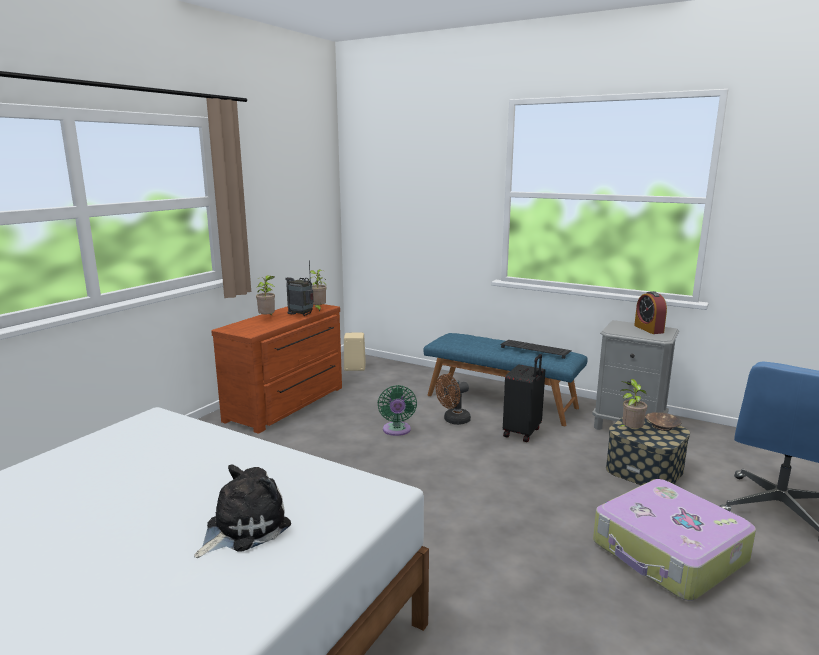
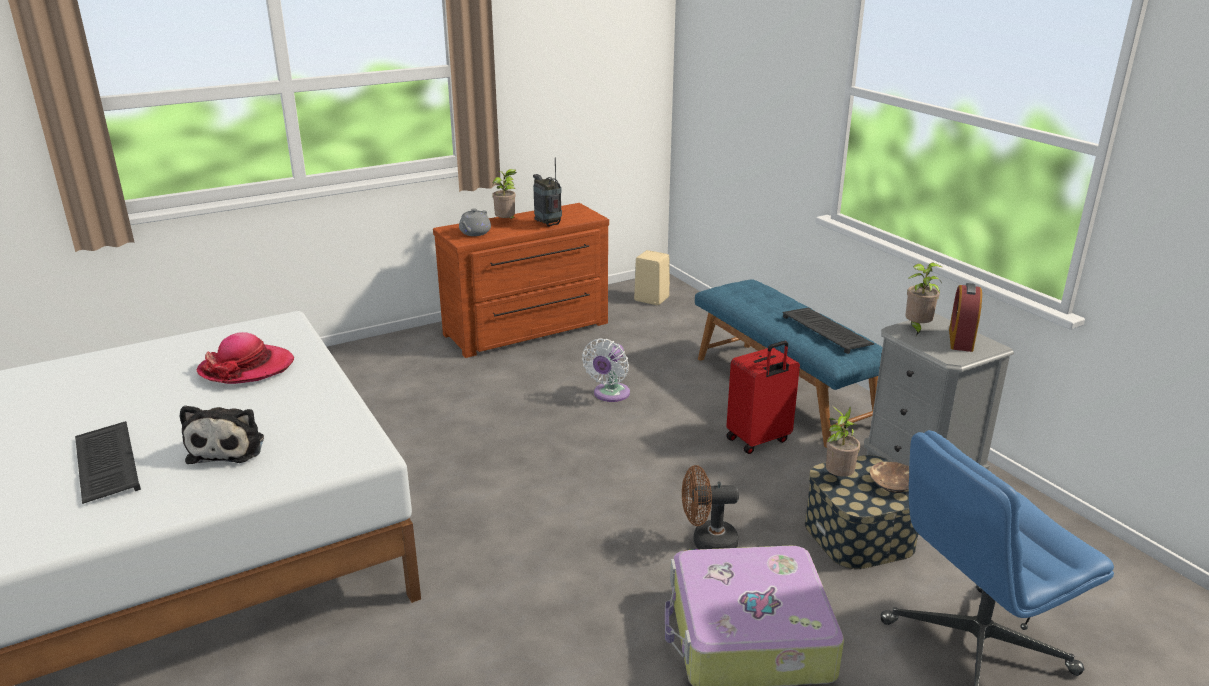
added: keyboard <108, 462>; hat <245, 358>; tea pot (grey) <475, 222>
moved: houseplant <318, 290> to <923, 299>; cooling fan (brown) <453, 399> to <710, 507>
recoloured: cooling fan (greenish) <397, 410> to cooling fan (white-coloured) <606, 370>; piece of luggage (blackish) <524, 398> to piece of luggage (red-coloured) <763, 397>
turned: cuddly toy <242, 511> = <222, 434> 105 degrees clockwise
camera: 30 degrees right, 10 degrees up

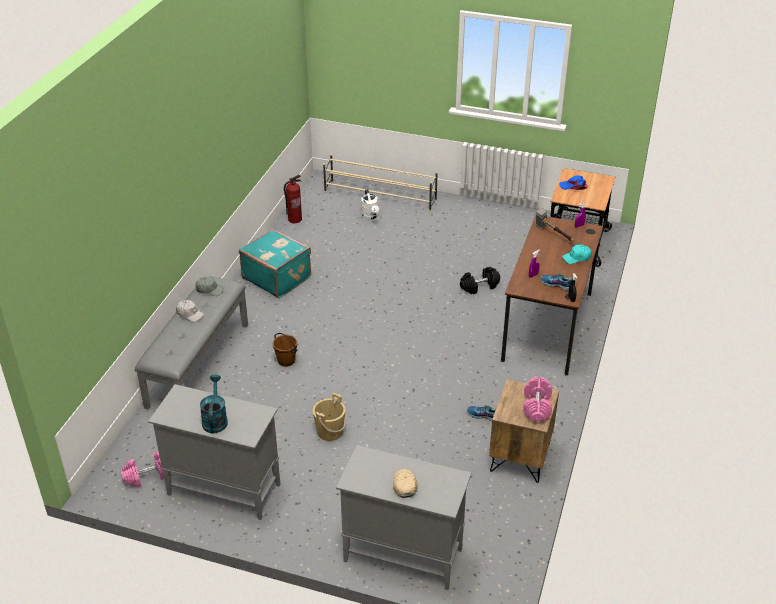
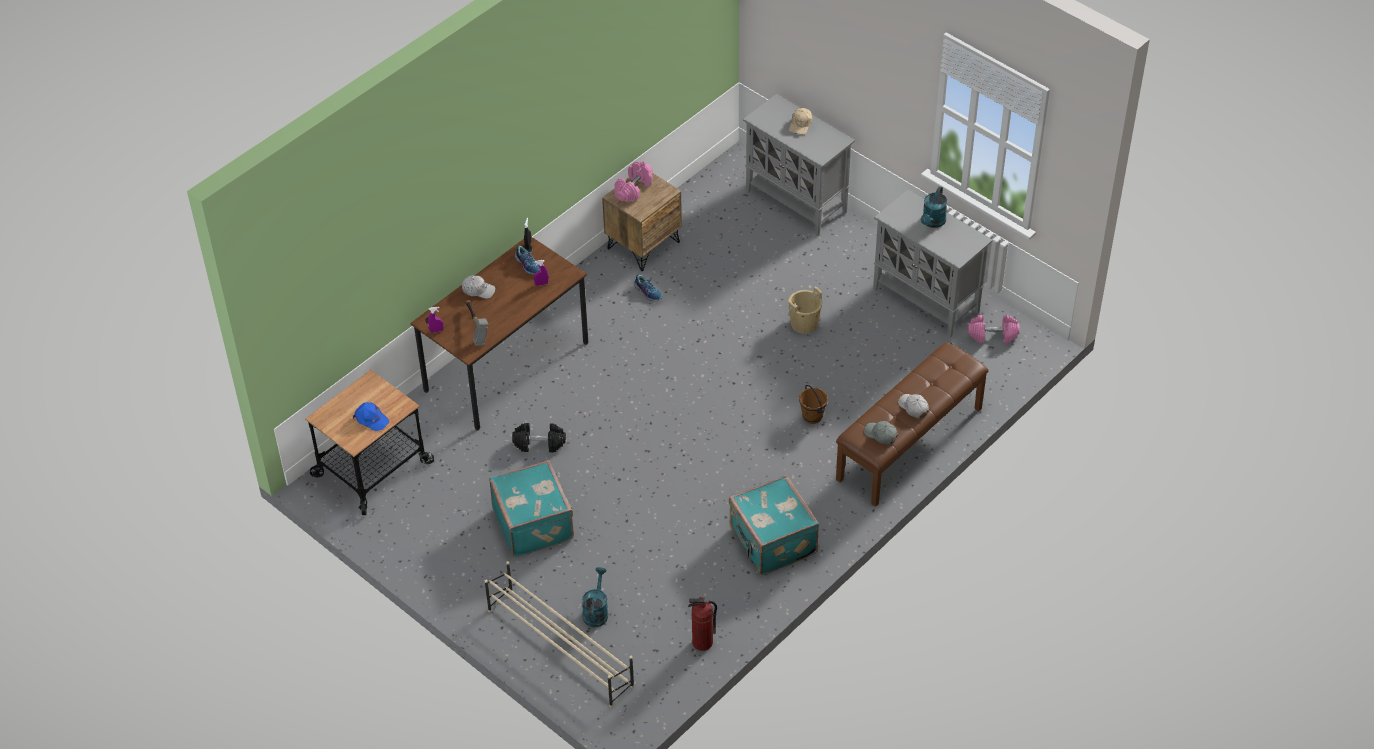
added: piece of luggage (blue-green) <531, 508>
recoloured: bench (grey) <191, 342> to bench (brown) <912, 425>; sprinkling can (white-coloured) <370, 204> to sprinkling can (blue-green) <595, 597>; cap (blue-green) <577, 254> to cap (white-coloured) <478, 287>
camera: 155 degrees left, 10 degrees up

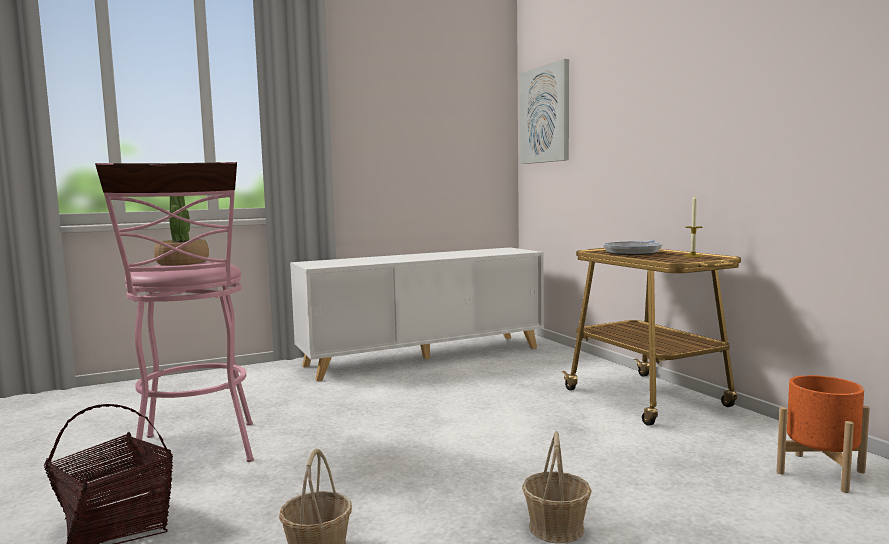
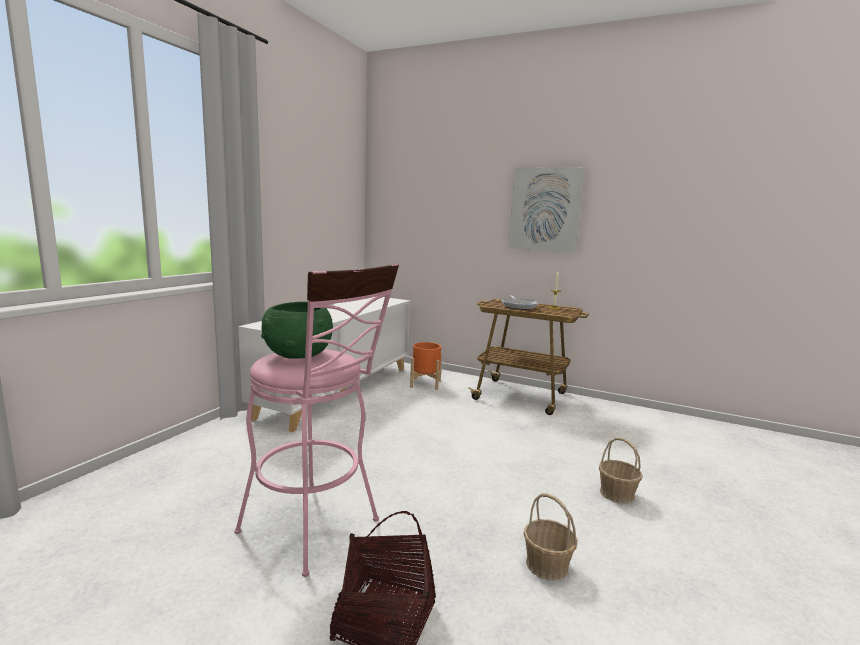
moved: wall picture <544, 111> to <547, 209>; plant pot (orangey) <823, 434> to <426, 366>
replaced: houseplant <181, 231> to deep dish (greenish) <297, 330>
camera: 40 degrees left, 5 degrees up

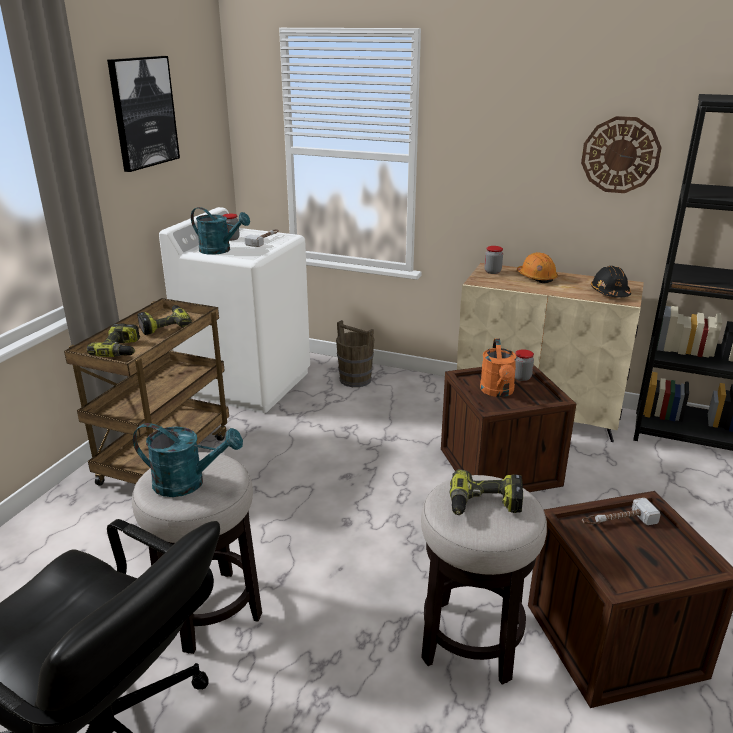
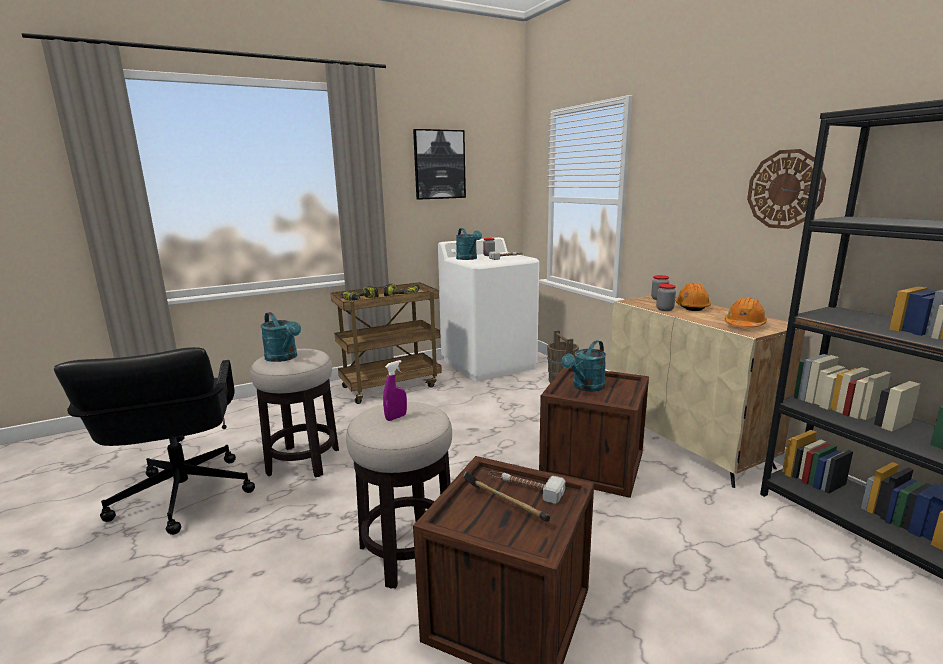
added: hand hammer <506, 496>
moved: preserve jar <524, 365> to <666, 297>
replaced: drill <486, 492> to spray bottle (purple-coloured) <395, 390>
recoloured: sprinkling can (orangey) <498, 367> to sprinkling can (blue-green) <583, 366>; work helmet (blackish) <611, 281> to work helmet (orangey) <746, 312>
camera: 40 degrees right, 10 degrees down

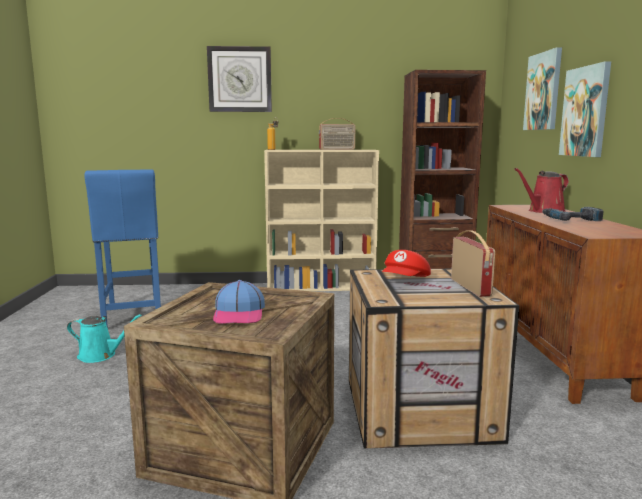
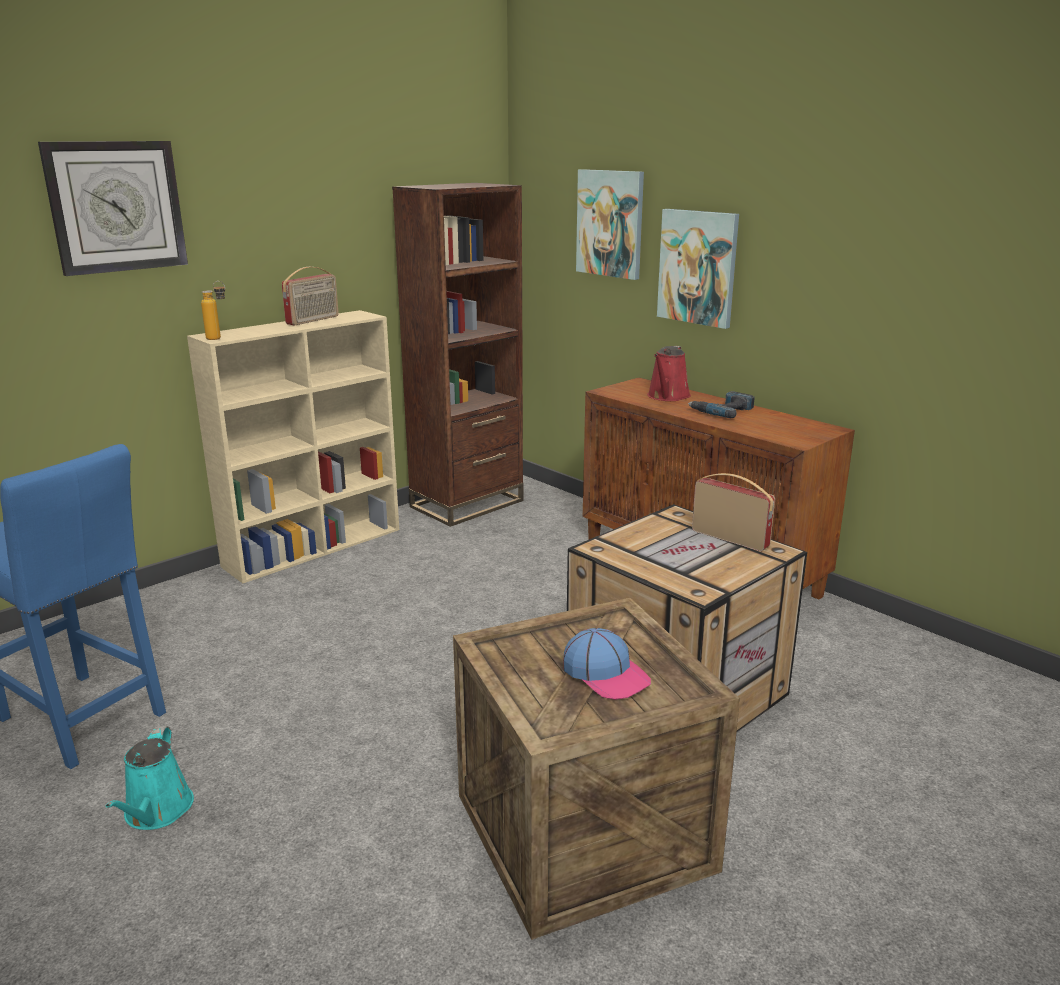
removed: cap (red-coloured) <406, 263>
turned: sprinkling can (blue-green) <104, 338> = <150, 778> 120 degrees clockwise
camera: 40 degrees left, 10 degrees up

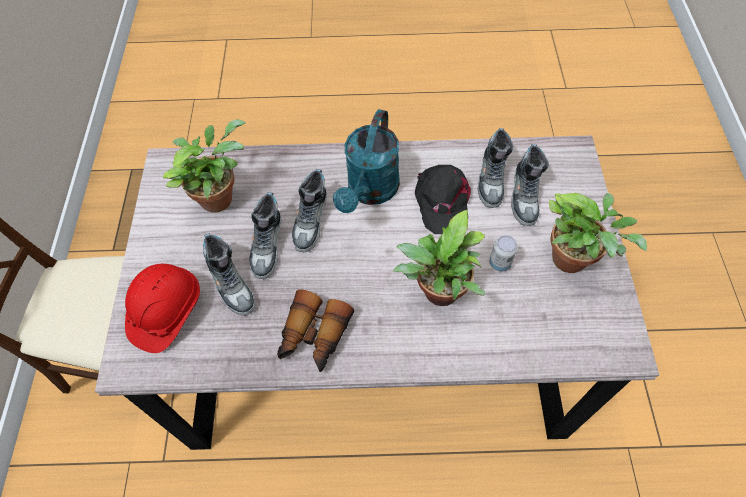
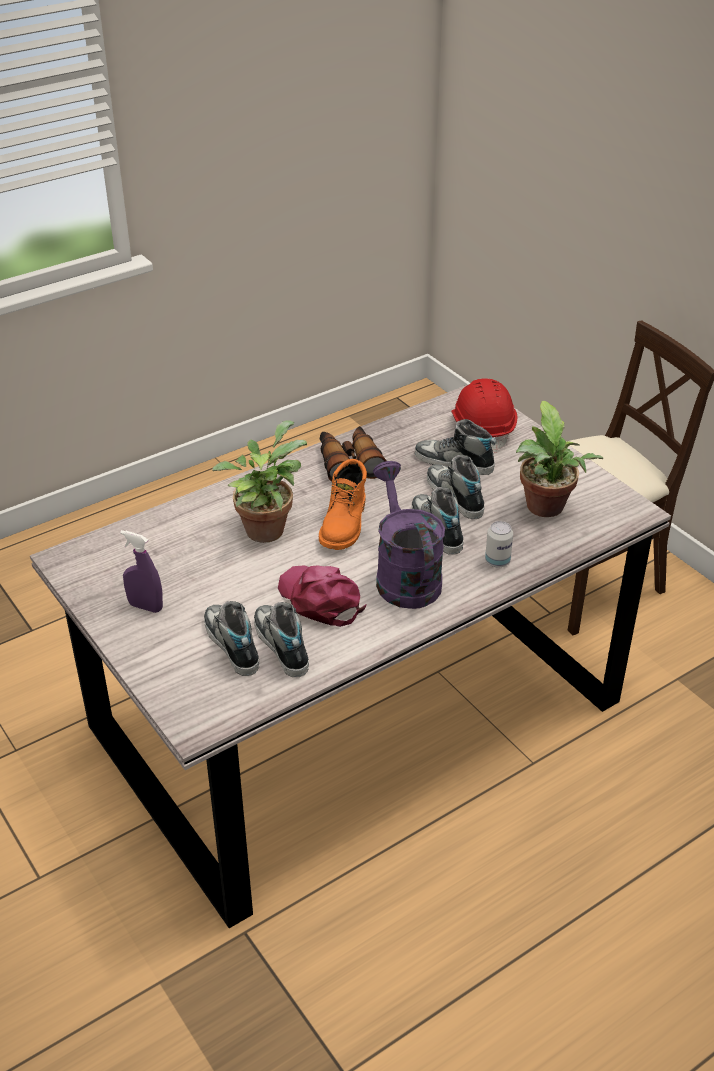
added: boot (orangey) <343, 504>
moved: sealed can <503, 253> to <499, 544>
replaced: houseplant <598, 233> to spray bottle (purple-coloured) <141, 571>
recoloured: sprinkling can (blue-green) <366, 161> to sprinkling can (purple-coloured) <409, 535>; cap (blackish) <443, 199> to cap (pink) <322, 596>
camera: 145 degrees right, 20 degrees down

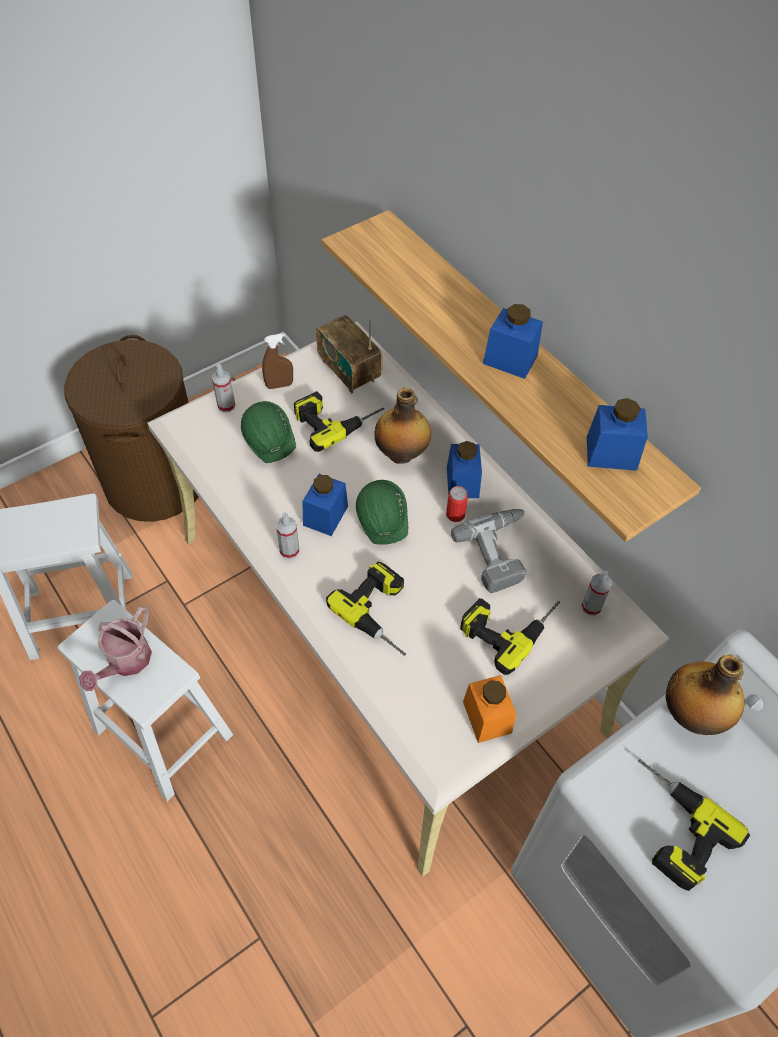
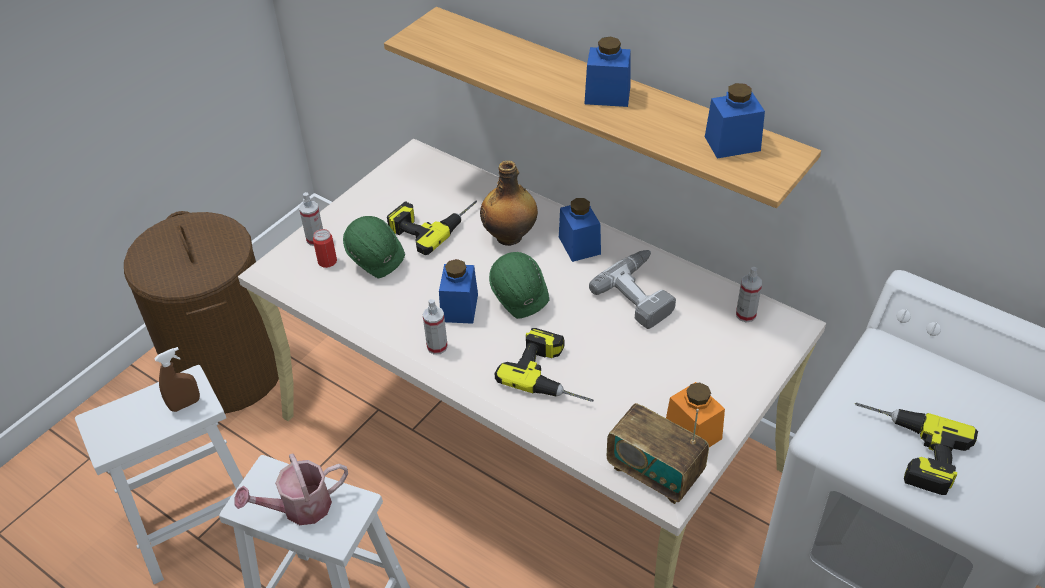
removed: drill <510, 636>; beverage bottle <705, 694>
moved: spray bottle (brown) <277, 361> to <177, 379>; radio set <349, 354> to <658, 453>; sealed can <457, 504> to <325, 248>
turned: sprinkling can <115, 648> = <291, 489> 60 degrees clockwise
camera: 15 degrees left, 10 degrees down

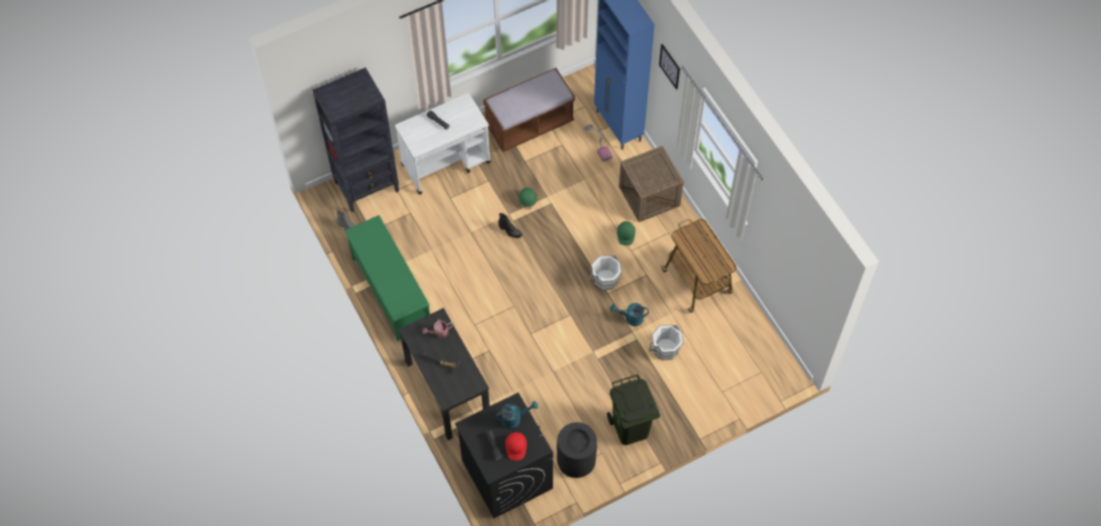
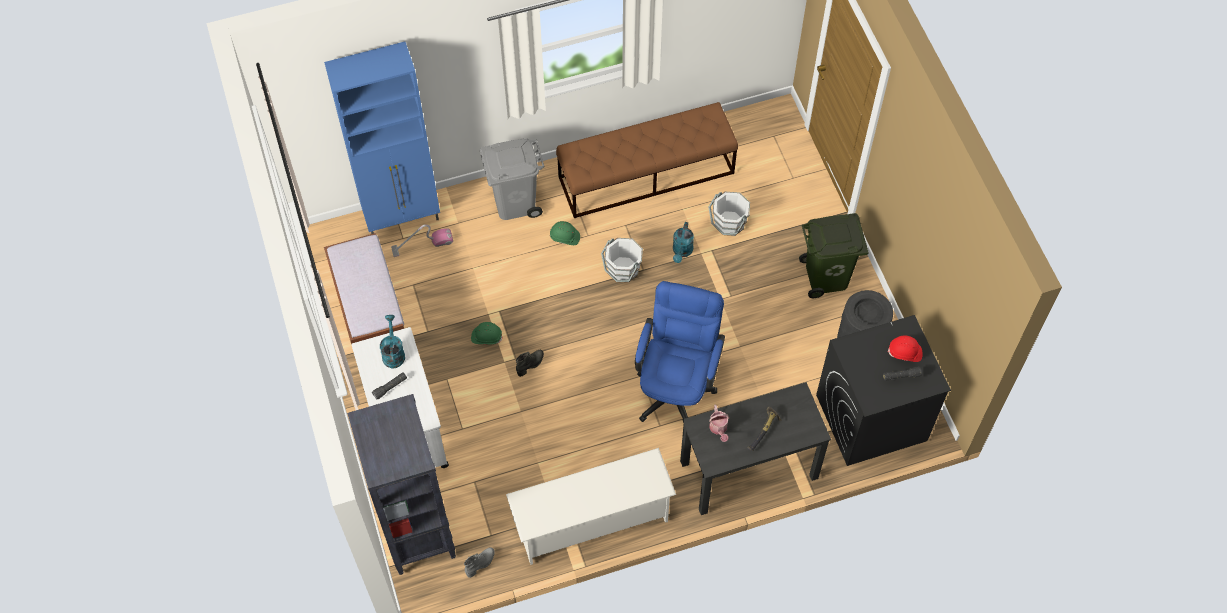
removed: wall picture <669, 67>
added: desk chair (blue-coloured) <680, 351>
moved: sprinkling can (blue-green) <517, 415> to <392, 341>
replaced: crate <651, 184> to rubbish bin (grey) <512, 179>; wheeled cart <699, 266> to bench (brown) <647, 160>
recoloured: shoe rack (greenish) <387, 278> to shoe rack (white-coloured) <591, 506>
camera: 80 degrees left, 0 degrees up

